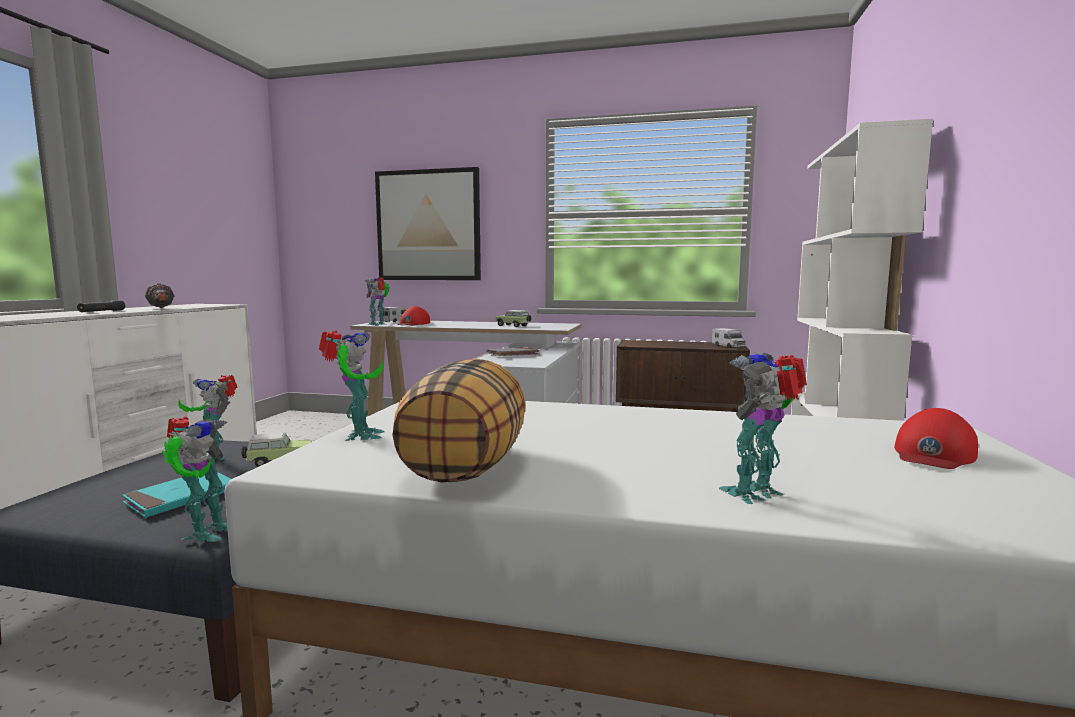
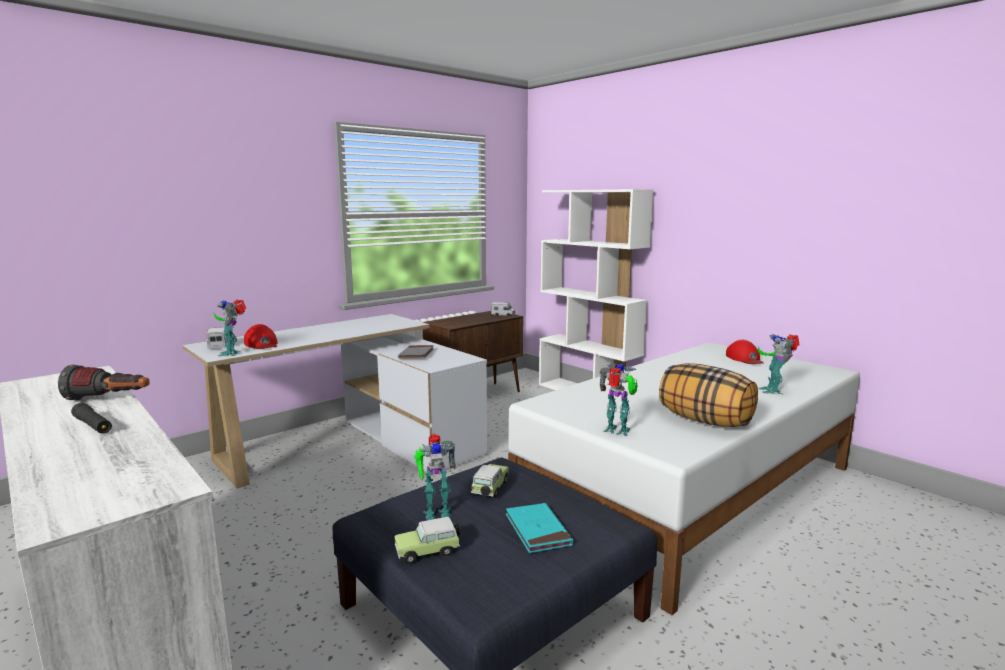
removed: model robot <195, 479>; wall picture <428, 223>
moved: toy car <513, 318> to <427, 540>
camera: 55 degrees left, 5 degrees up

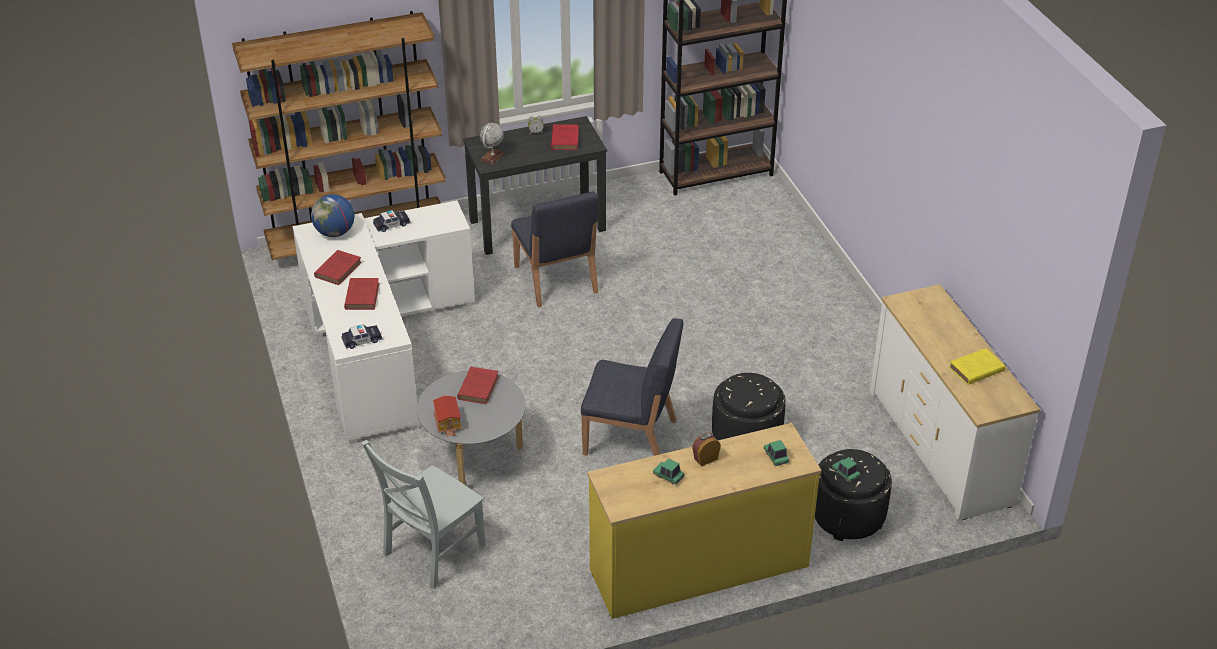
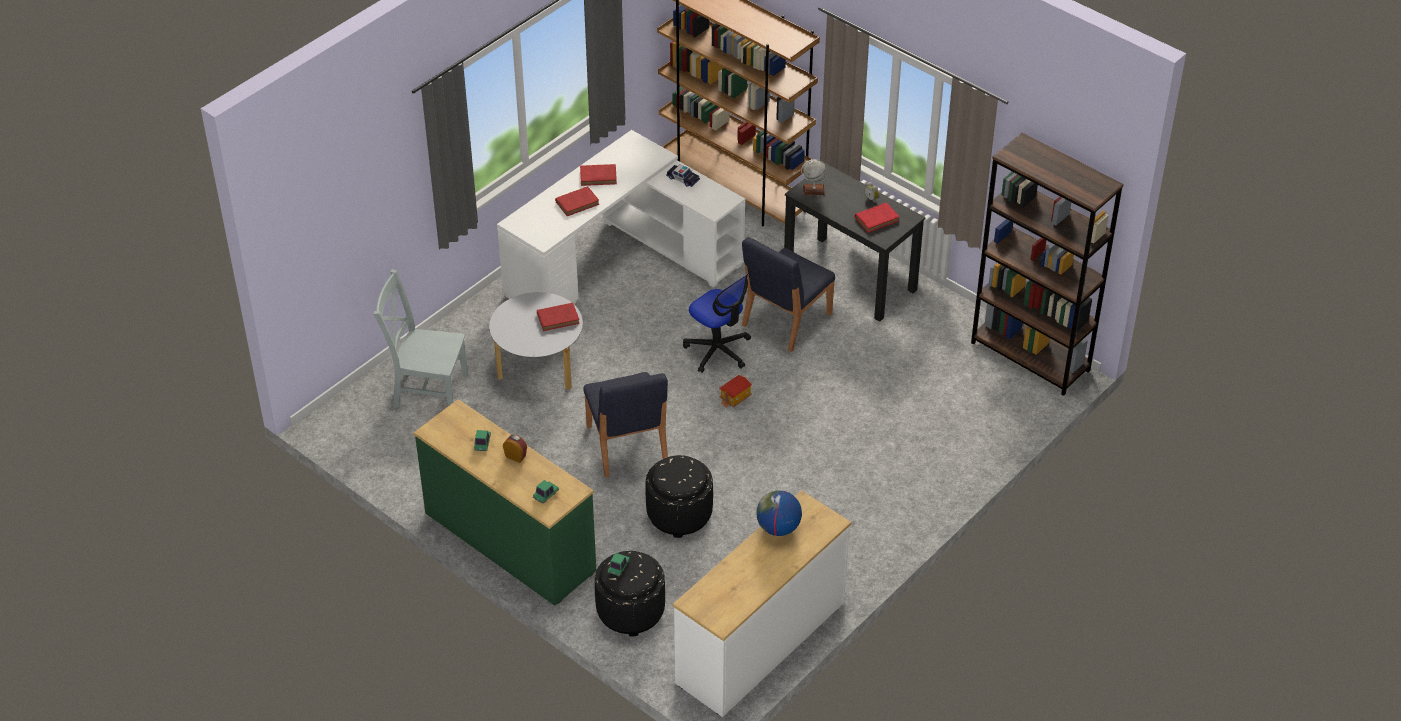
removed: toy car <362, 337>; volume (yellow-coloured) <977, 366>
added: desk chair <717, 323>
moved: globe <333, 215> to <779, 513>; toy house <447, 416> to <735, 391>
recoloured: dresser (yellow-coloured) <705, 521> to dresser (greenish) <505, 502>
camera: 60 degrees right, 5 degrees up

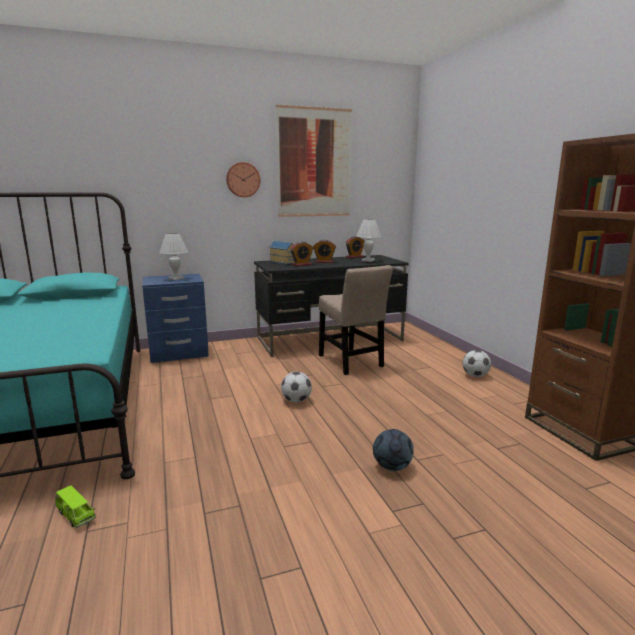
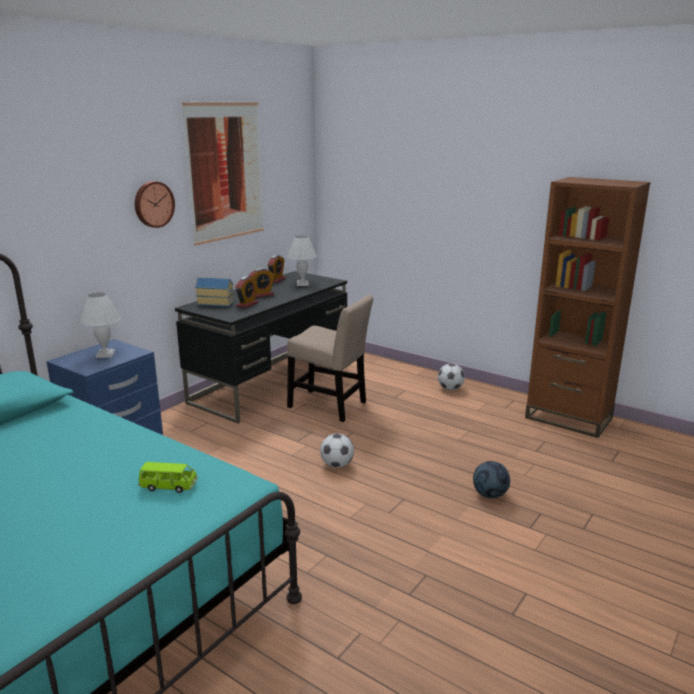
moved: toy car (greenish) <75, 507> to <168, 477>
camera: 35 degrees left, 5 degrees up

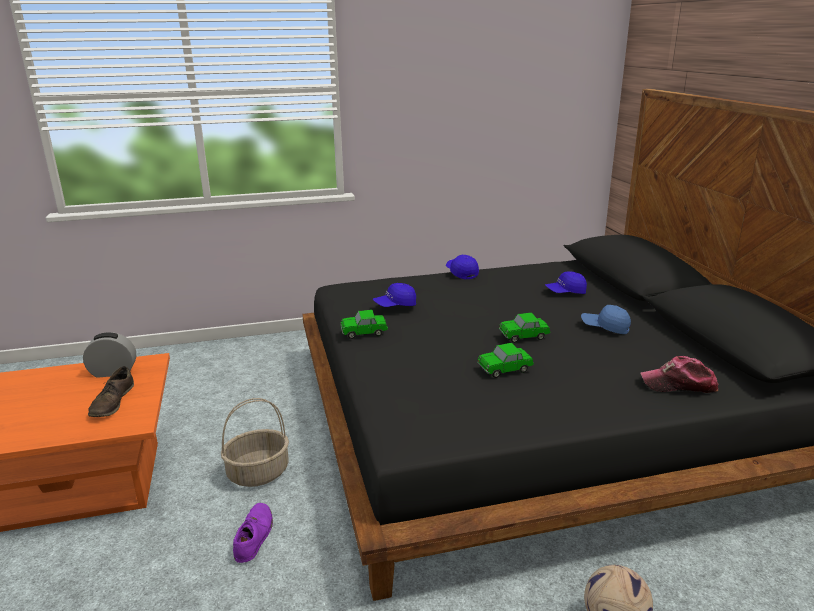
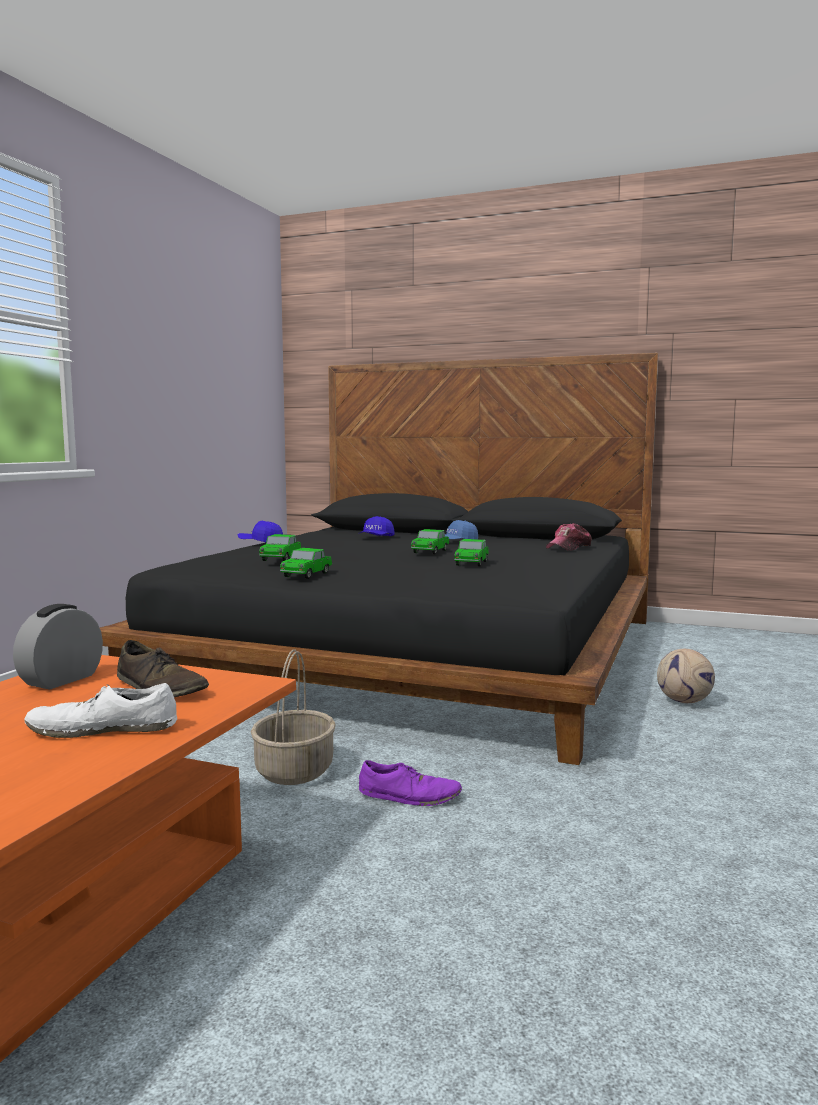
added: shoe (white-coloured) <100, 710>
replaced: cap (blue-coloured) <394, 295> to toy car <280, 547>
turned: shoe (purple-coloured) <253, 533> = <410, 783> 150 degrees clockwise
camera: 55 degrees left, 15 degrees down

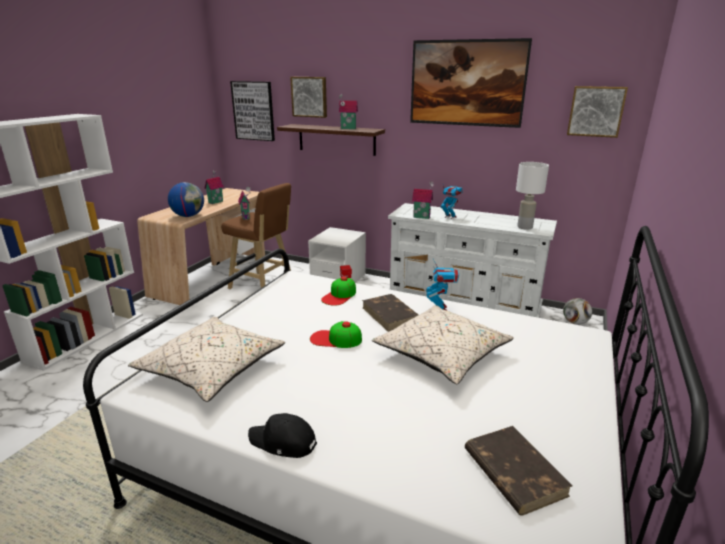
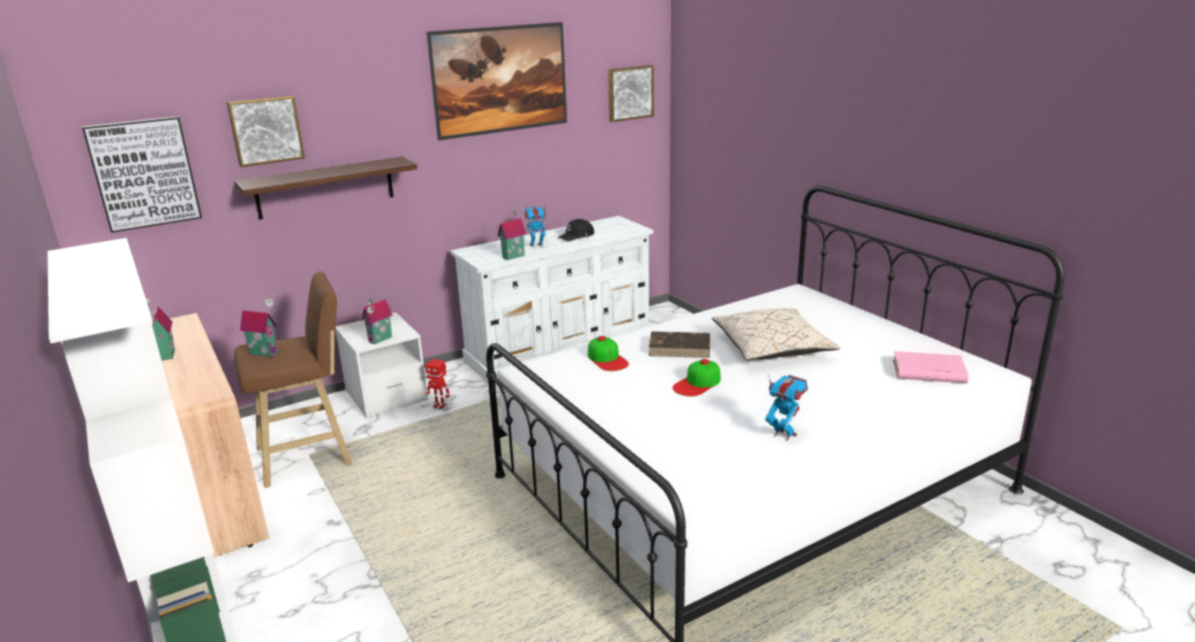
removed: cushion (beige-coloured) <206, 359>; globe <186, 199>; lamp for a table (white-coloured) <532, 196>; ball for football <577, 311>
moved: cap (blackish) <282, 435> to <576, 230>; toy house <348, 111> to <377, 321>; model robot <442, 285> to <786, 408>
recoloured: volume (brown) <518, 471> to volume (pink) <931, 367>
camera: 55 degrees left, 0 degrees up

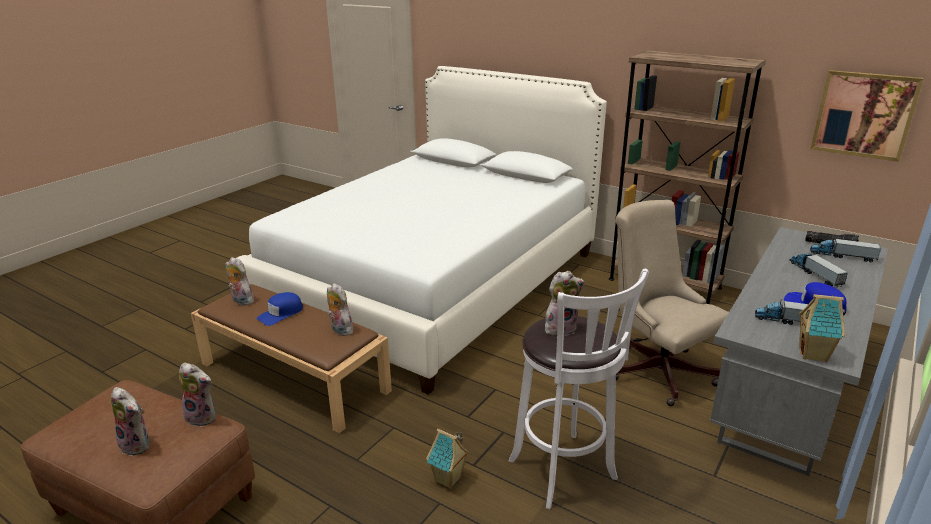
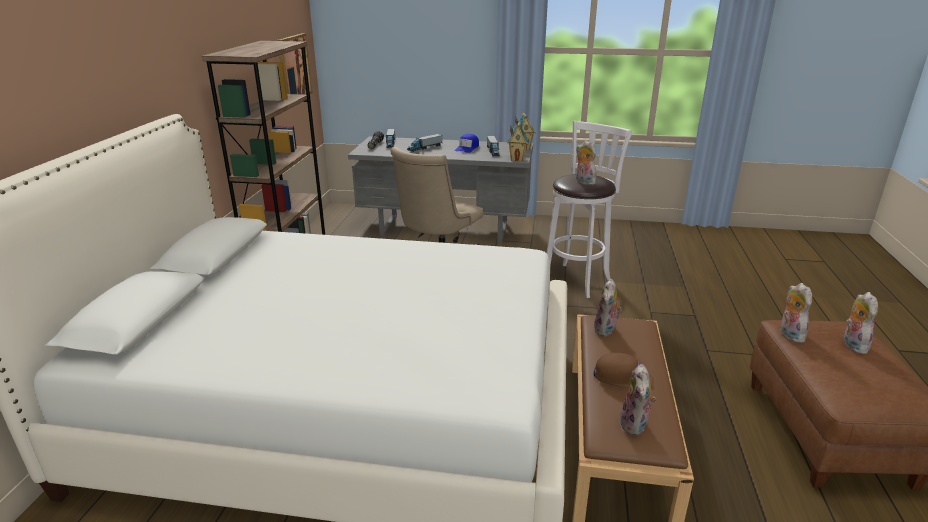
moved: toy house <448, 459> to <518, 141>
recoloured: cap (blue-coloured) <280, 309> to cap (brown) <624, 371>
camera: 115 degrees left, 0 degrees up

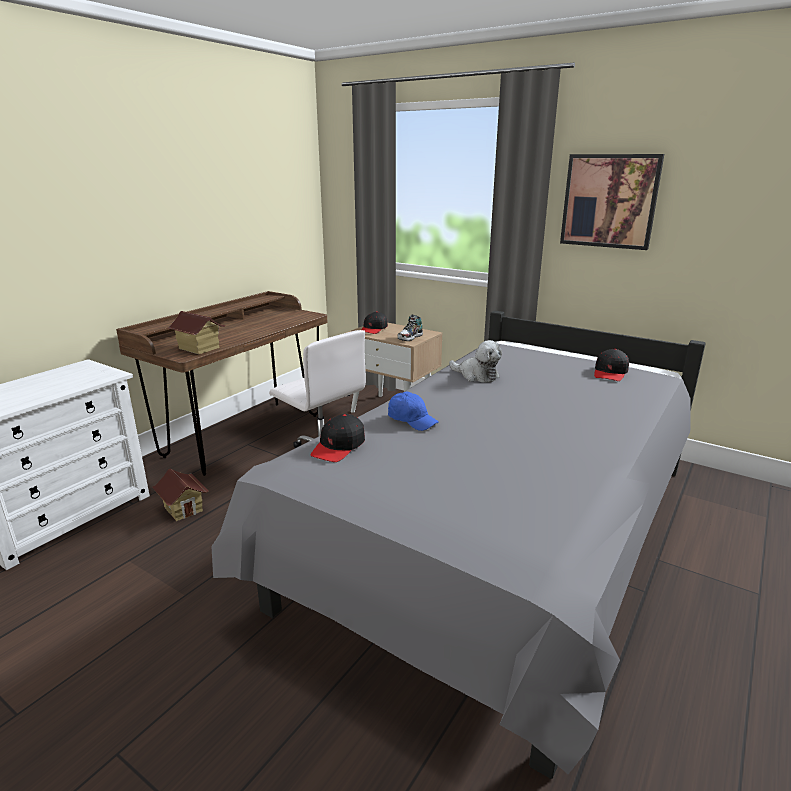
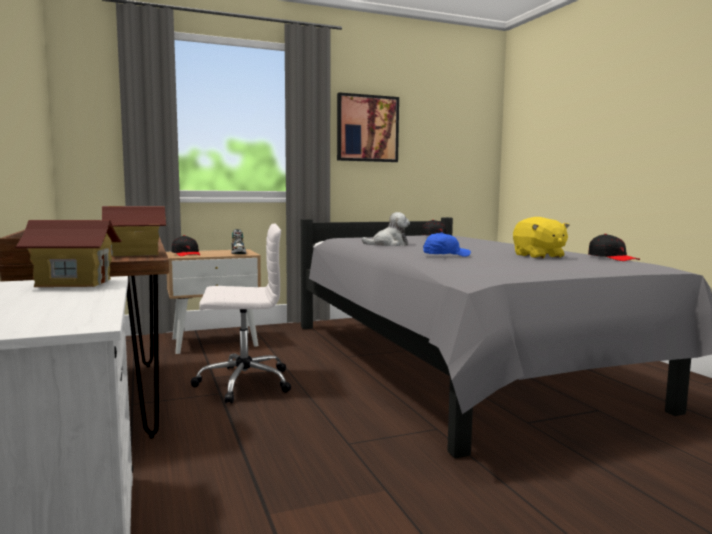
added: cuddly toy (yellow-coloured) <541, 238>
moved: toy house <180, 495> to <67, 253>; cap (blackish) <338, 438> to <614, 247>
camera: 55 degrees left, 15 degrees down

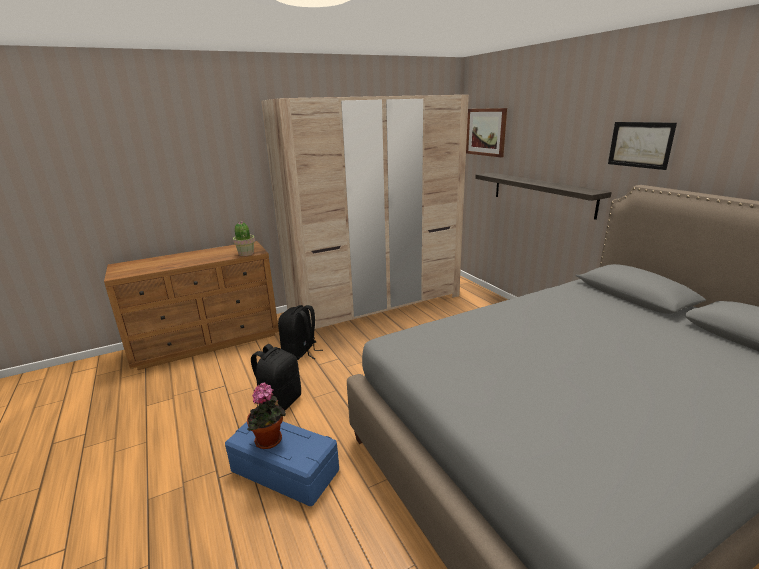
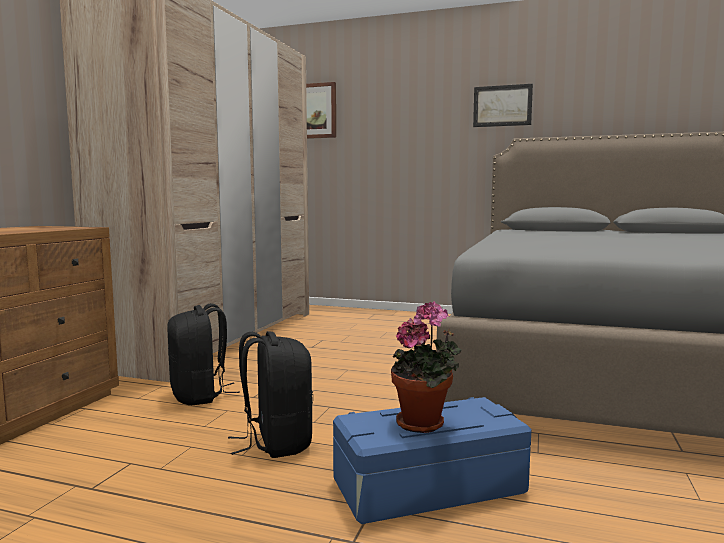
removed: houseplant <244, 238>; shelf <543, 196>
camera: 45 degrees left, 15 degrees down

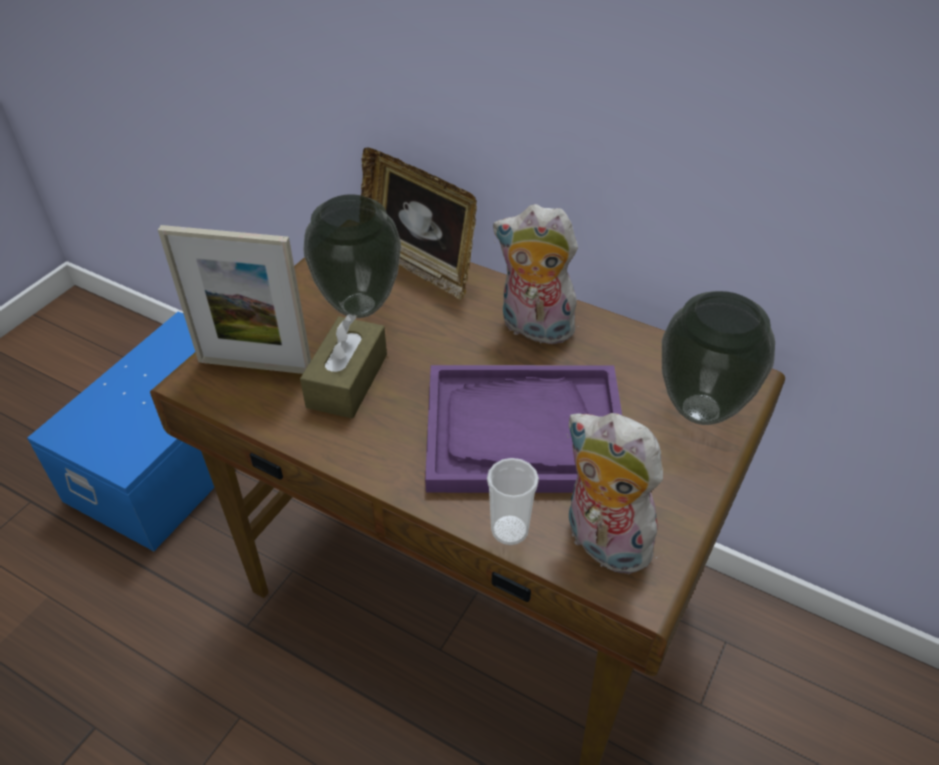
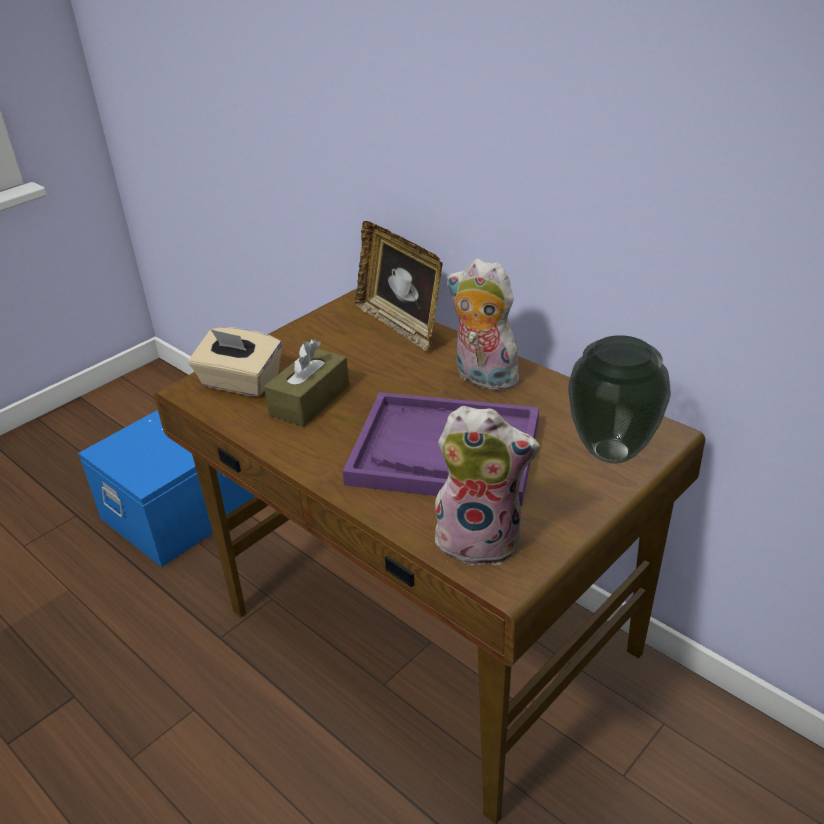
removed: flower vase <352, 256>; cup <513, 501>
replaced: photo frame <234, 299> to tissue box (beige-coloured) <235, 362>
turned: cuddly toy <615, 493> = <486, 486> 135 degrees clockwise
camera: 15 degrees right, 10 degrees down

